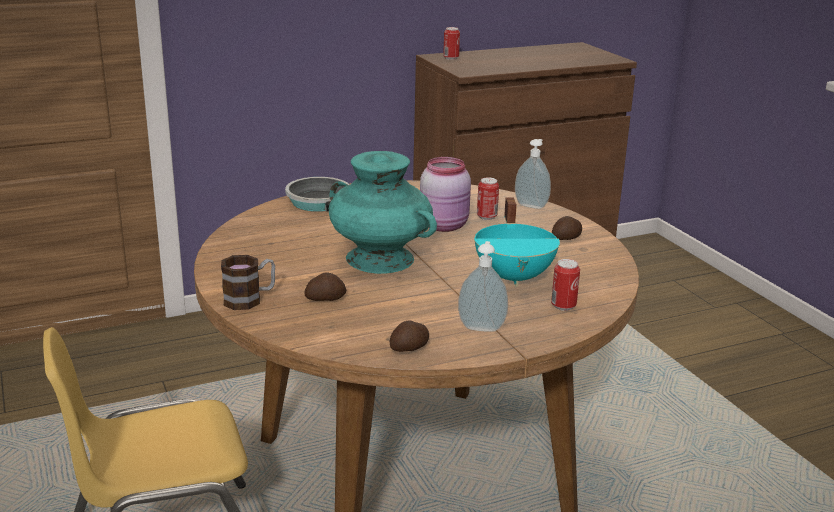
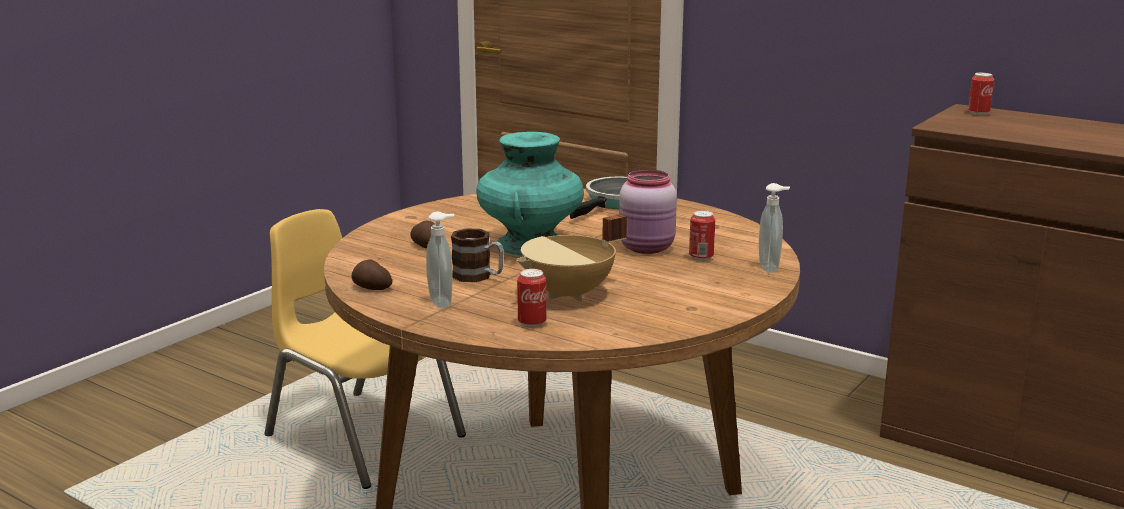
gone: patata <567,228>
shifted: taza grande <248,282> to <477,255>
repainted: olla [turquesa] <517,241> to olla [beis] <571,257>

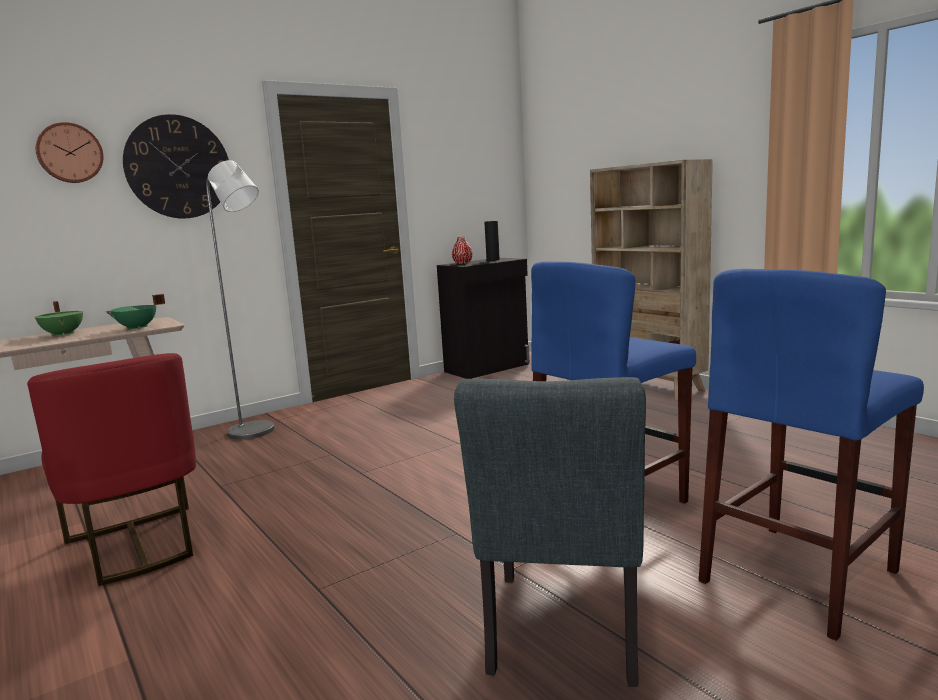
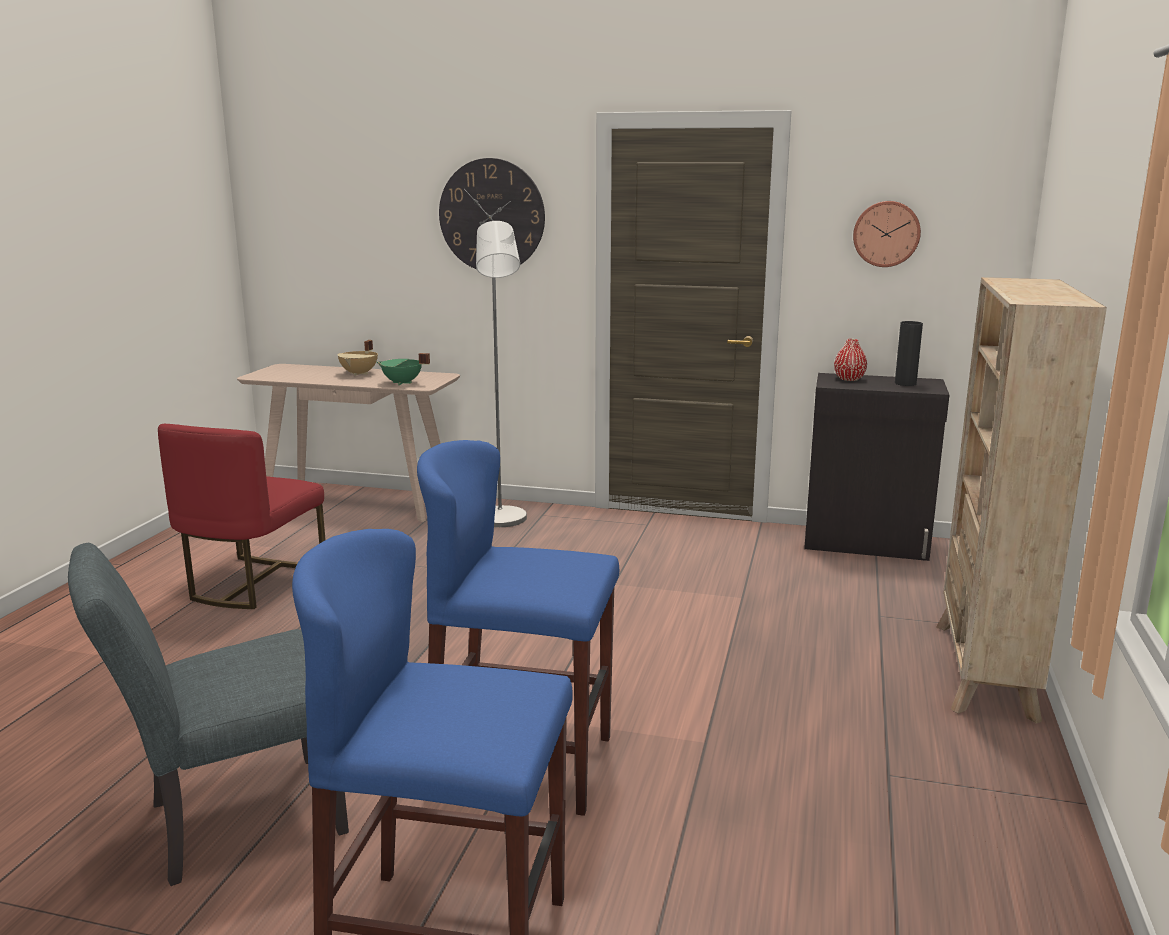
shifted: reloj de pared <69,152> to <887,234>
repainted: olla [verde] <59,318> to olla [beis] <358,358>

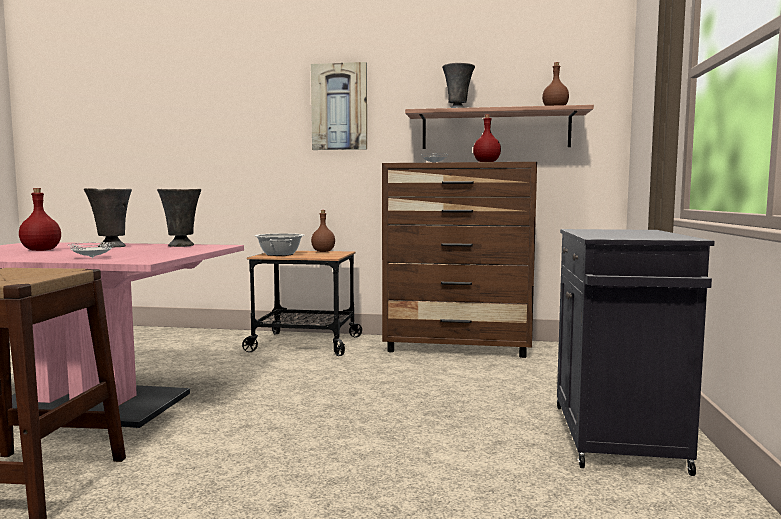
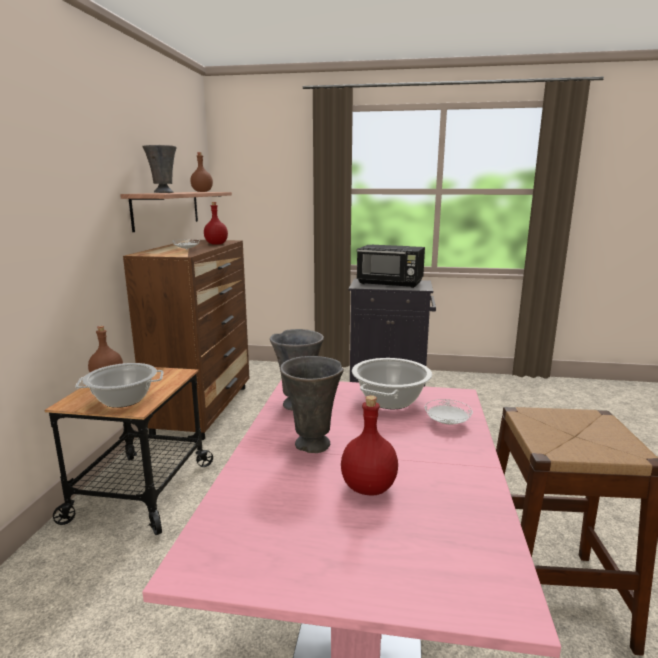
gone: cuadro <339,106>
new: olla <392,383>; microondas [negro] <391,266>

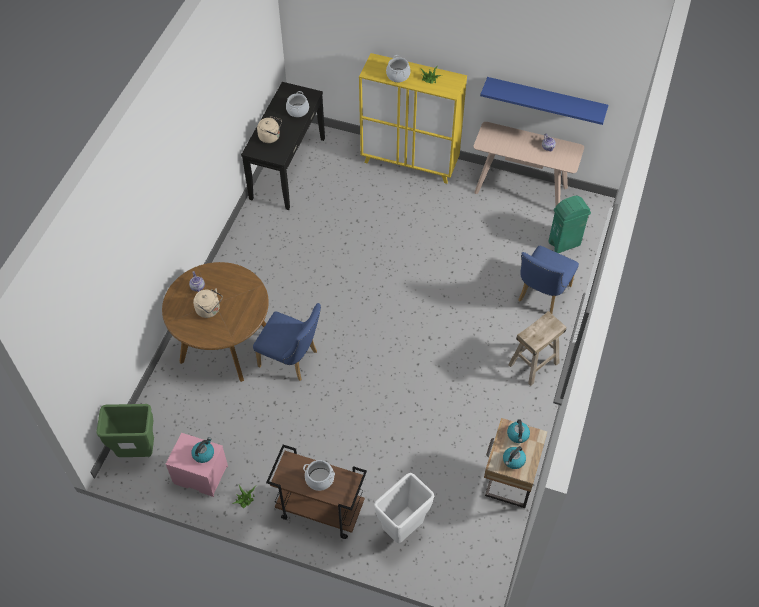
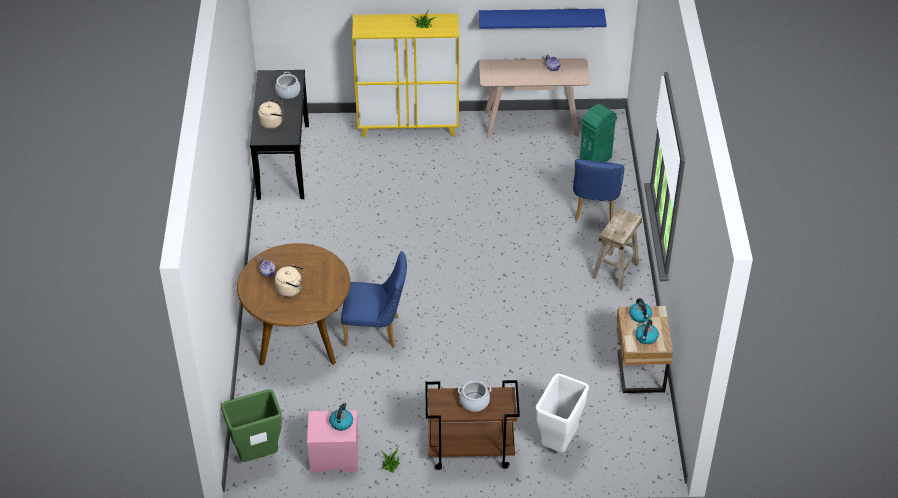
gone: olla <398,68>

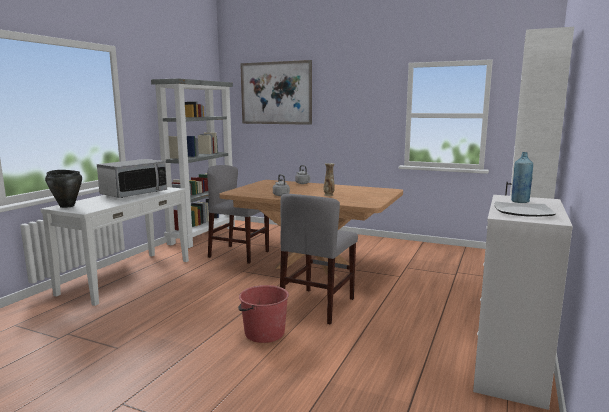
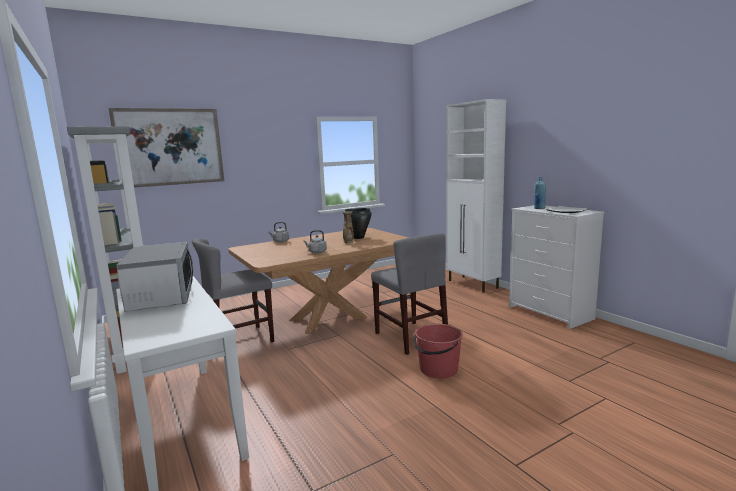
shifted: olla [negro] <63,189> to <358,223>

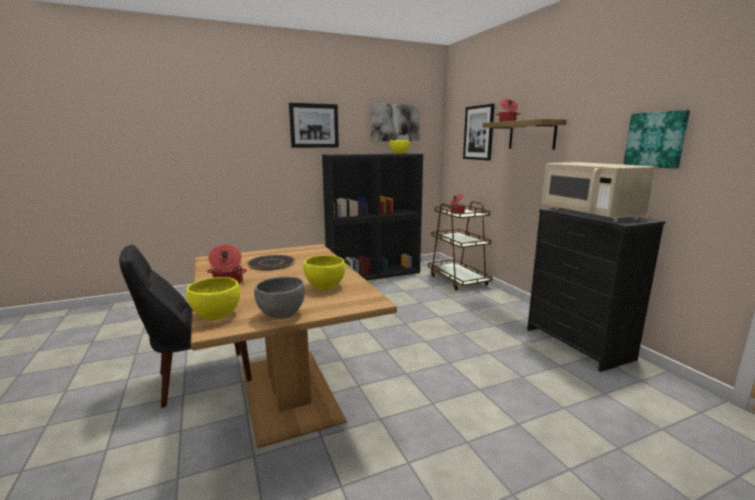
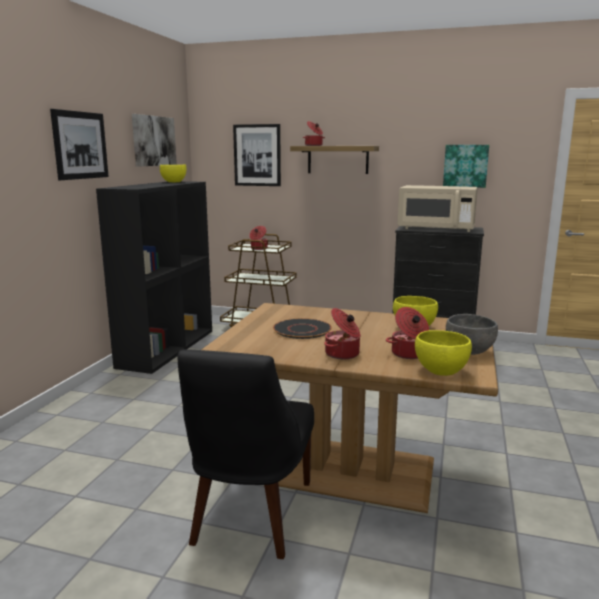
new: olla <407,333>

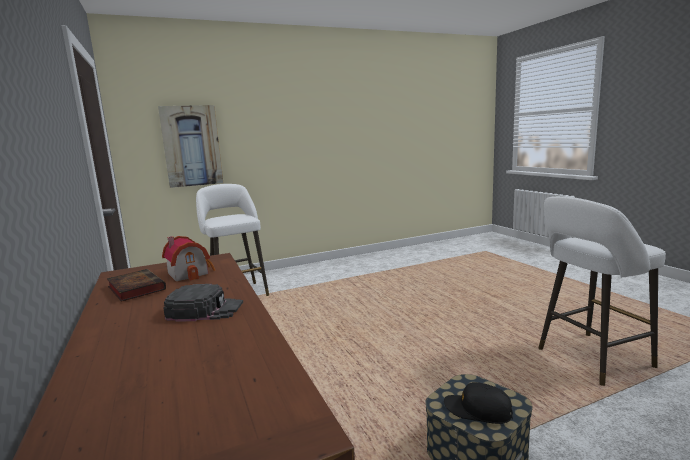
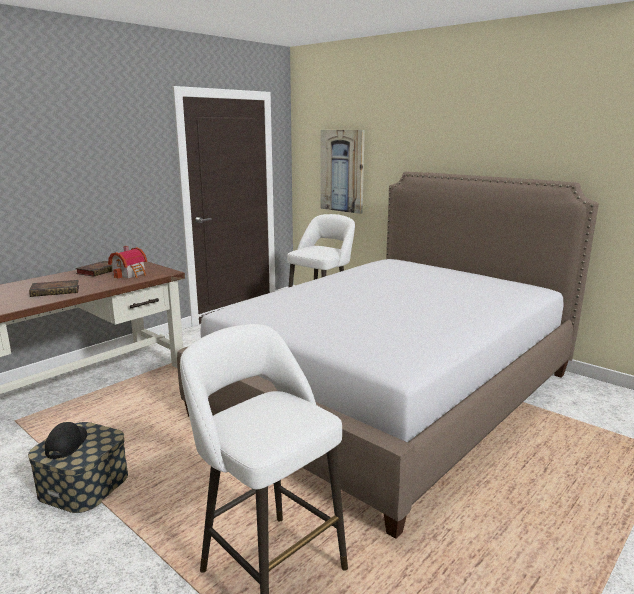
new: cama <388,355>
swapped: gorra [negro] <203,303> to libro <54,288>

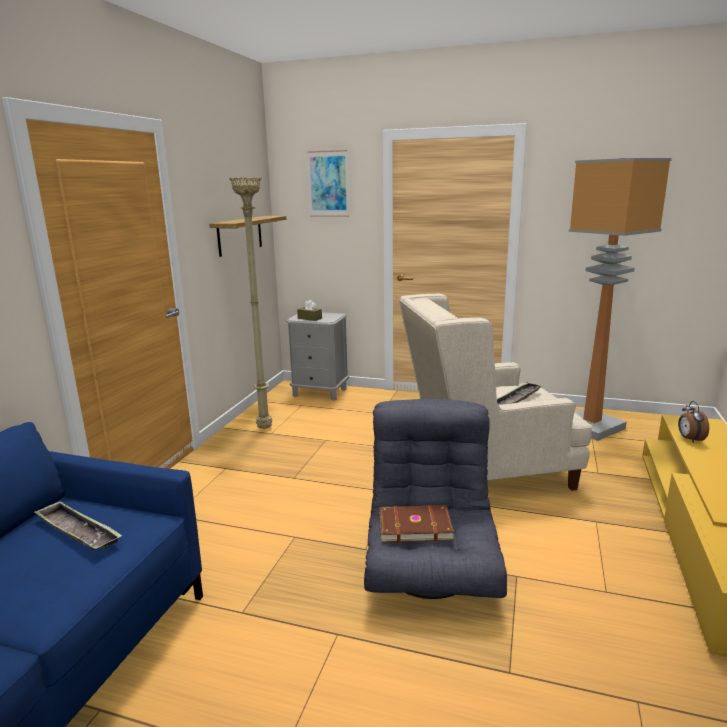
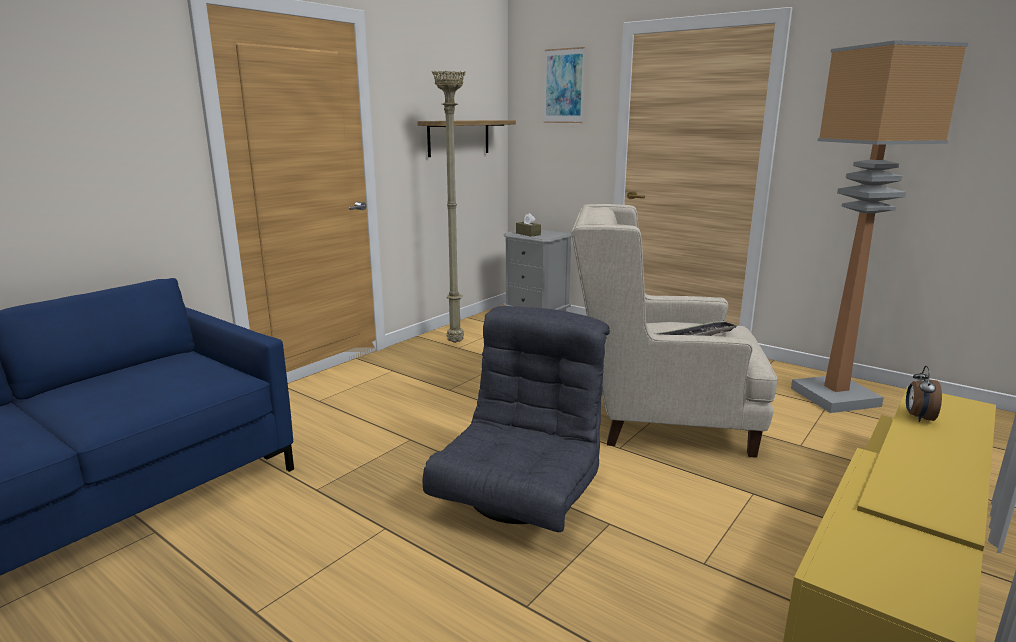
gone: bandeja <78,525>; libro [marrón] <416,524>

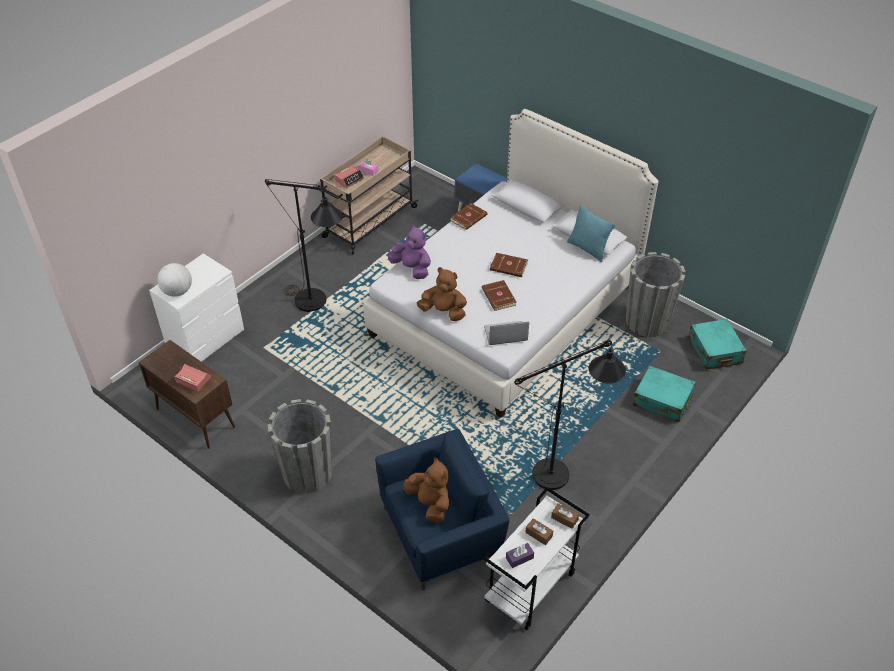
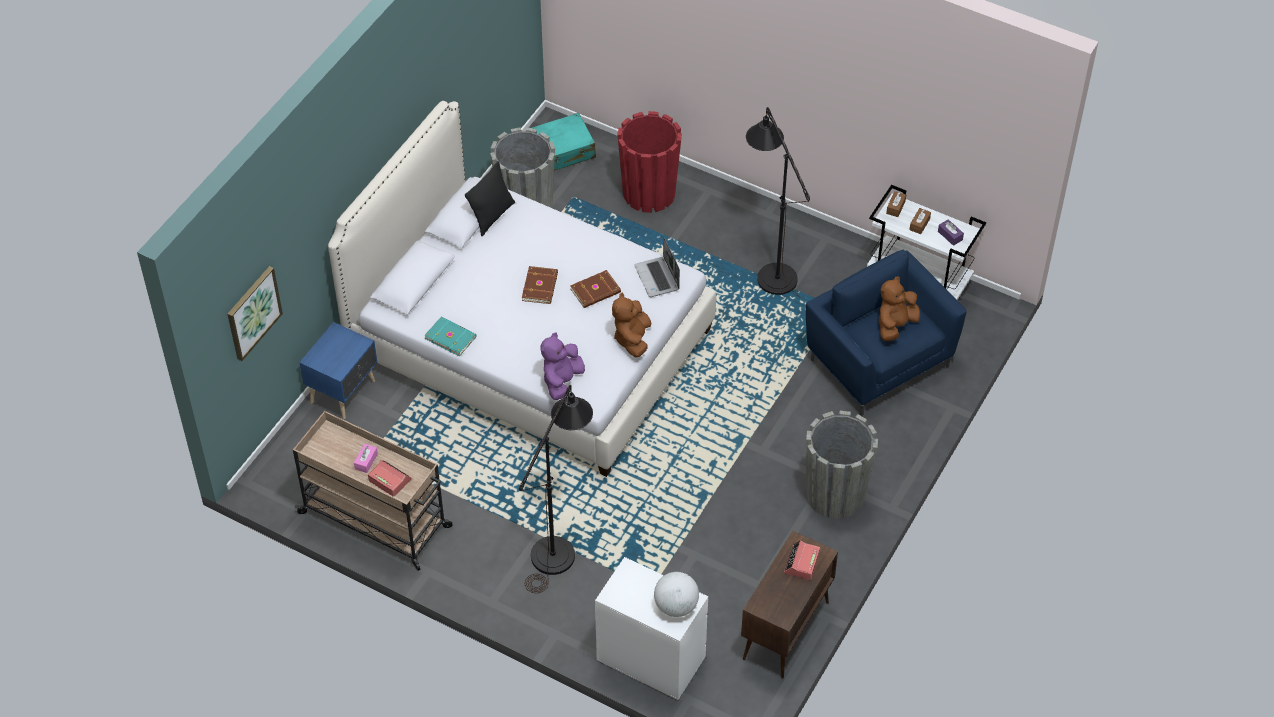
new: cuadro <255,313>
swapped: maleta [turquesa] <664,394> to maceta [rojo] <650,162>
repainted: libro [marrón] <469,216> to libro [turquesa] <451,336>; cojín [turquesa] <591,233> to cojín [negro] <490,198>

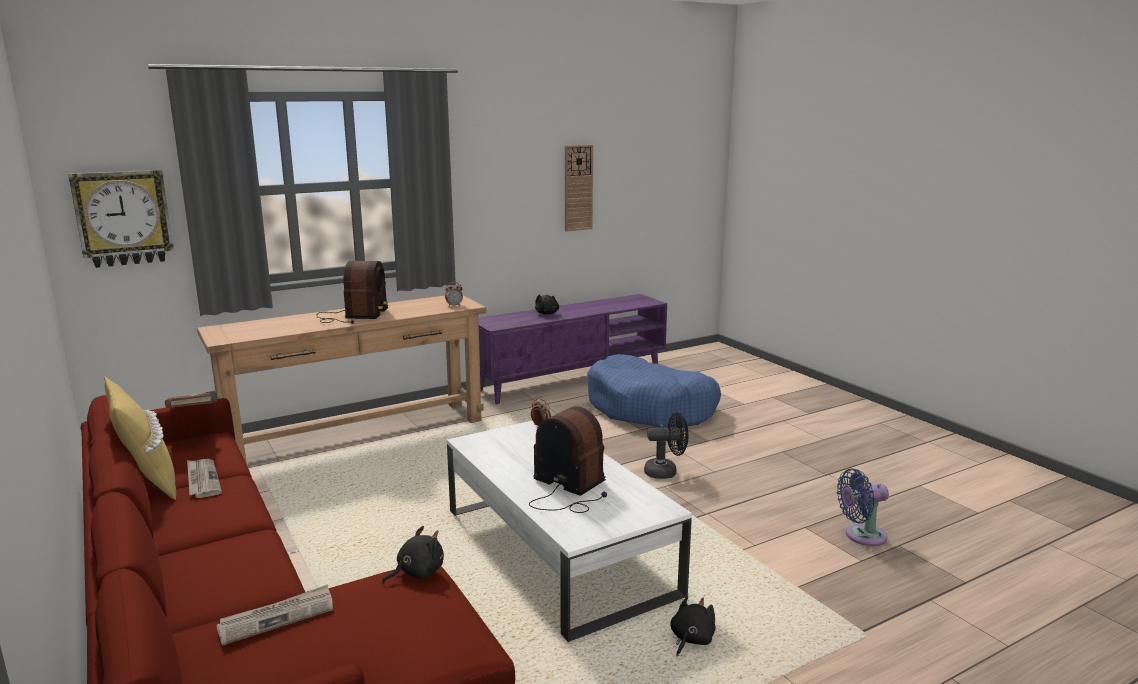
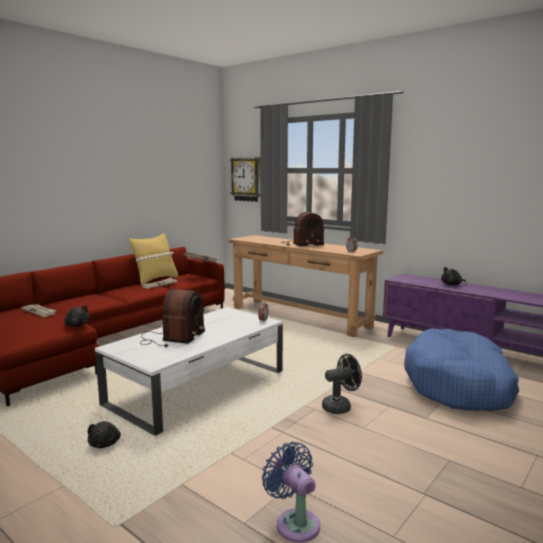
gone: reloj de pared <579,188>
rotated: peluche [negro] <693,626> = <104,434> 75 degrees clockwise; ventilador [negro] <666,446> = <342,384> 90 degrees counterclockwise

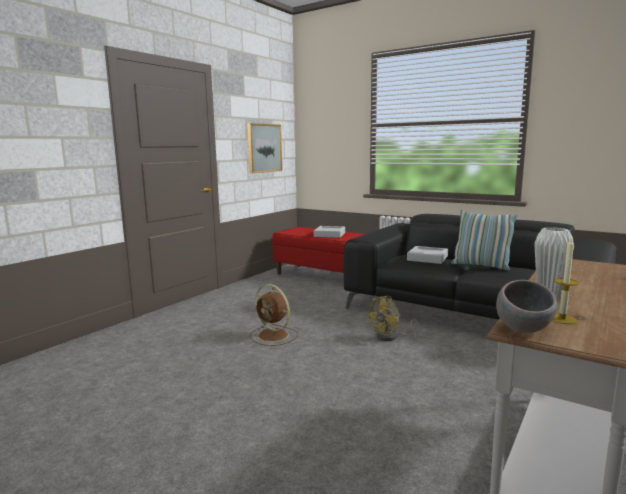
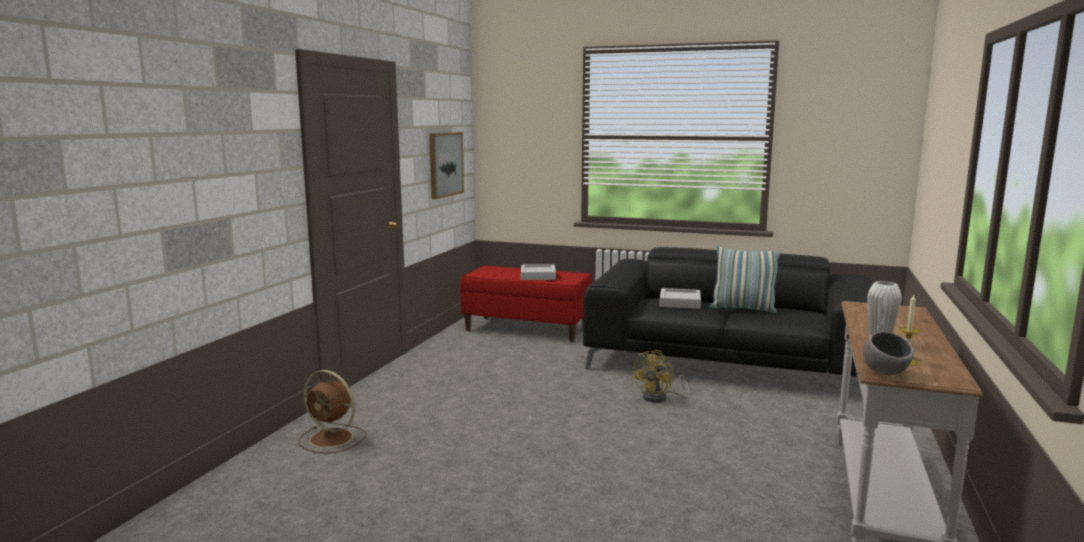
shifted: ventilador [marrón] <274,315> to <332,412>

